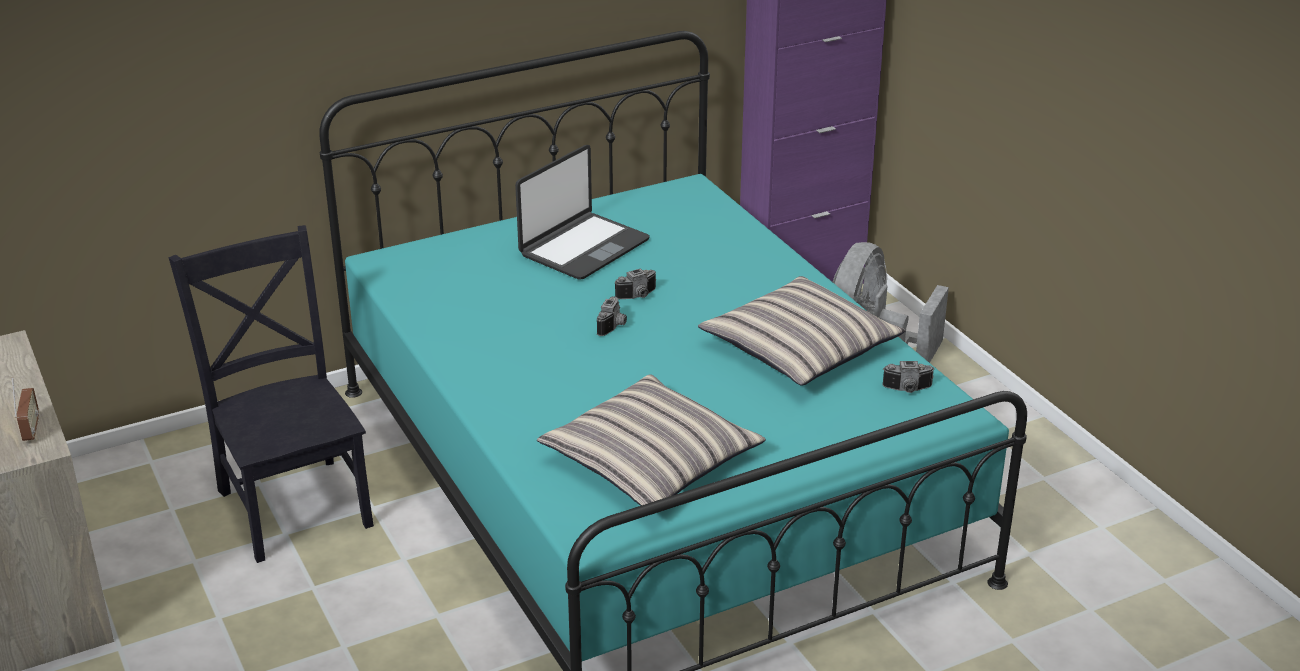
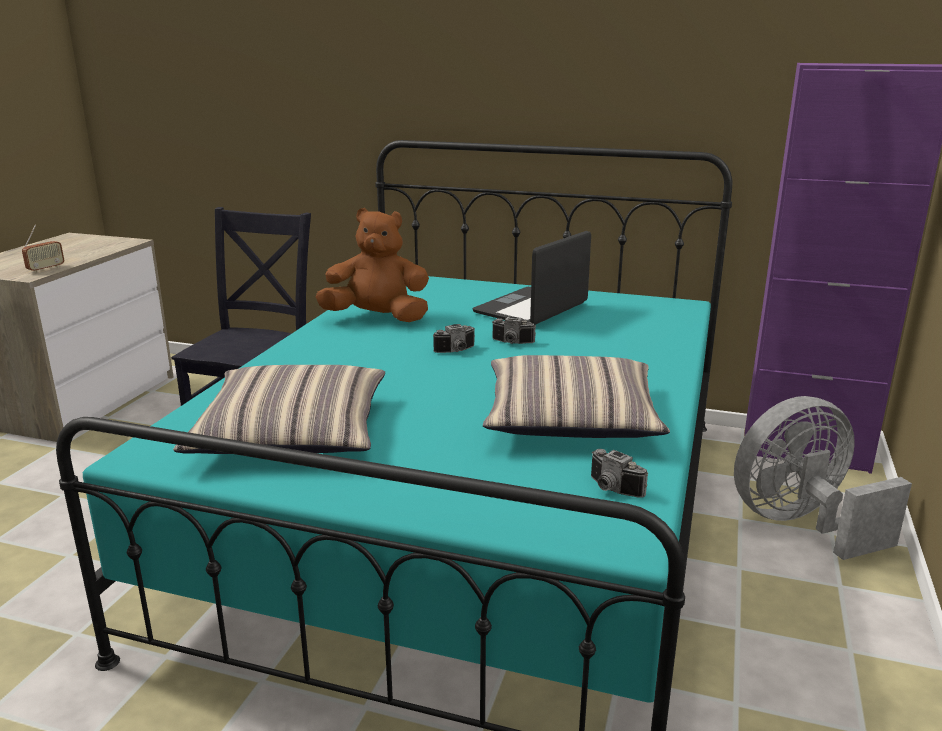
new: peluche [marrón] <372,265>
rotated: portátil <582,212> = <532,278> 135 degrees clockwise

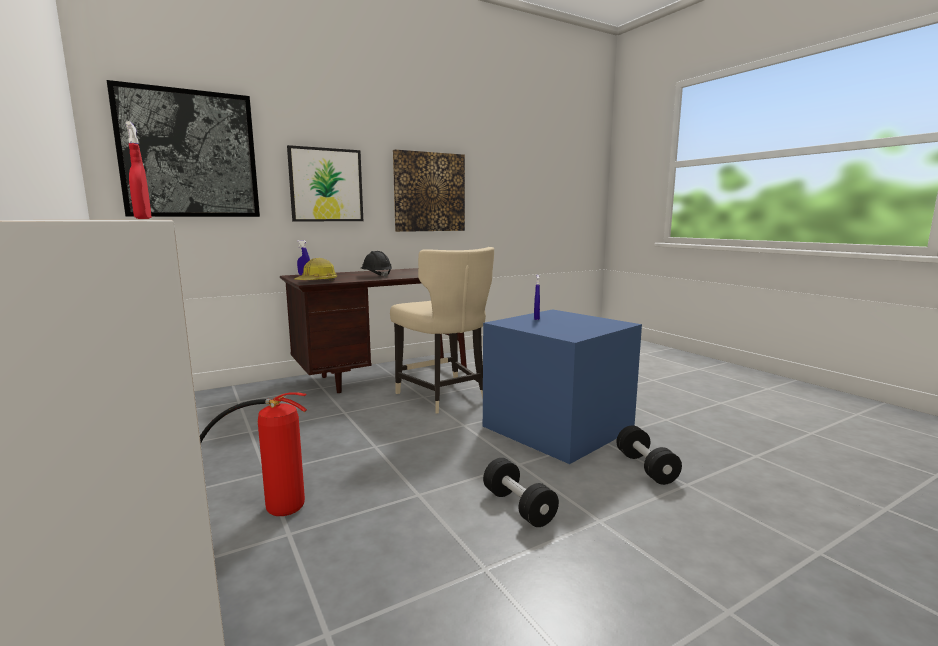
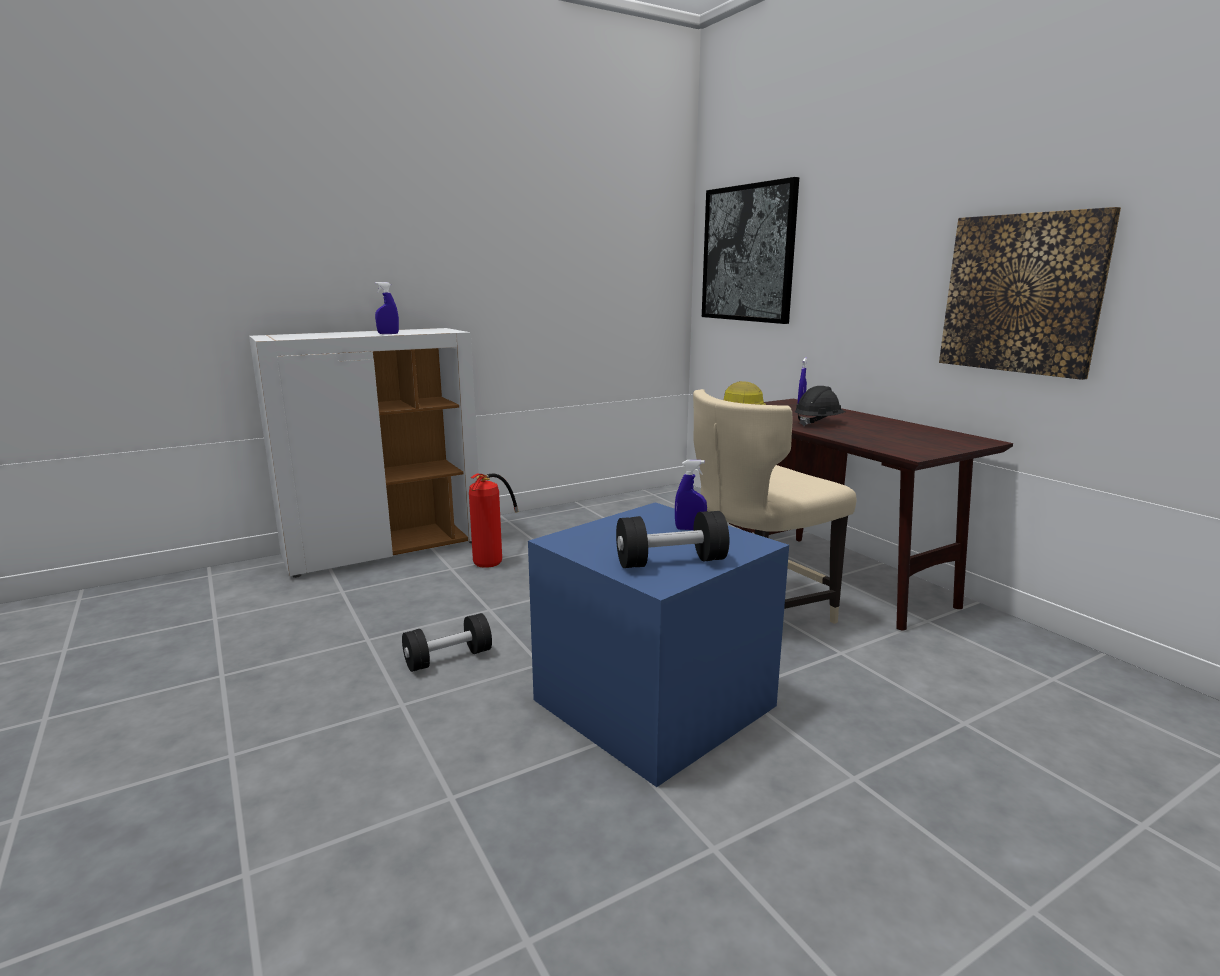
gone: cuadro <325,183>
shifted: mancuerna [negro] <649,455> to <672,539>
repainted: pulverizador [rojo] <138,170> to pulverizador [azul] <387,308>

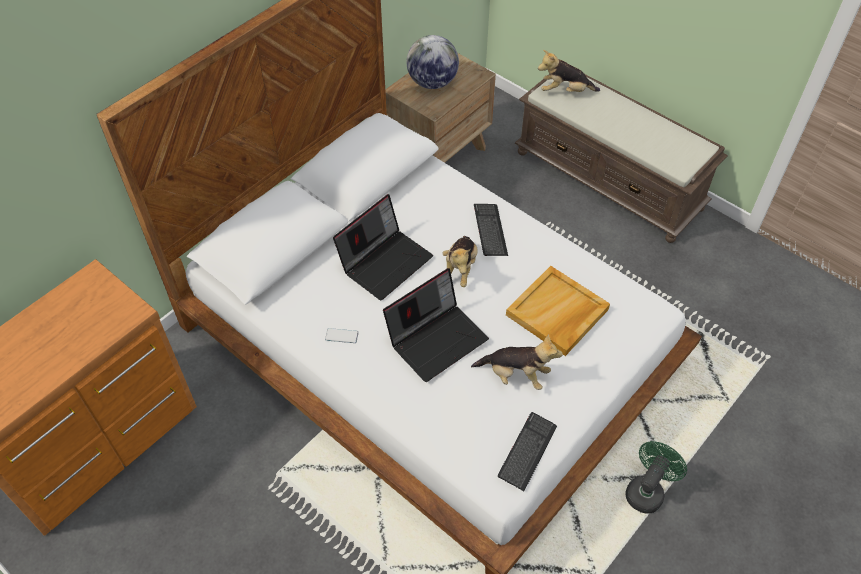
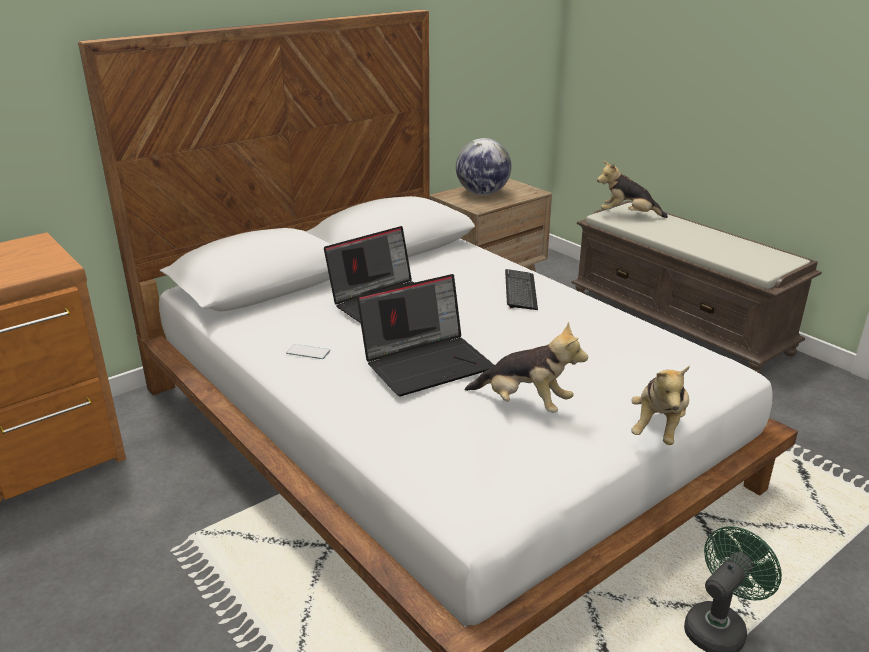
gone: teclado <527,451>; bandeja [beis] <558,311>
shifted: peluche <460,261> to <660,405>

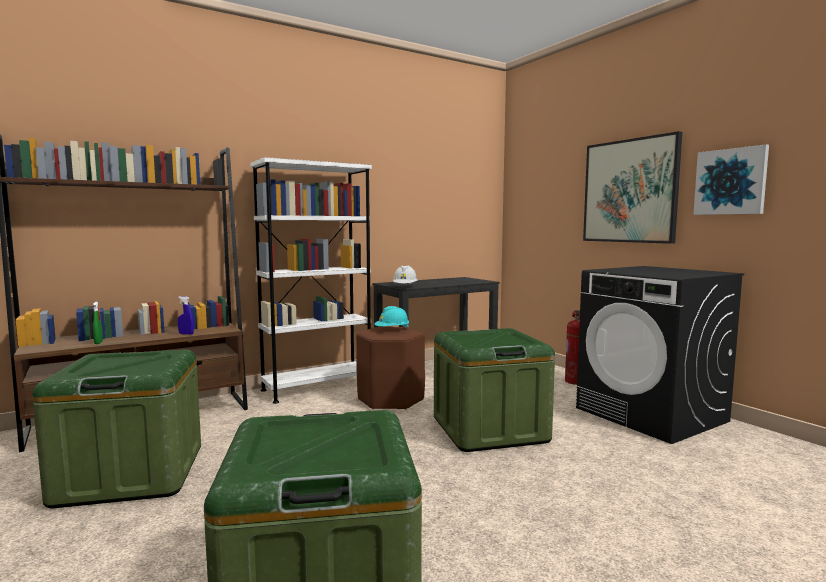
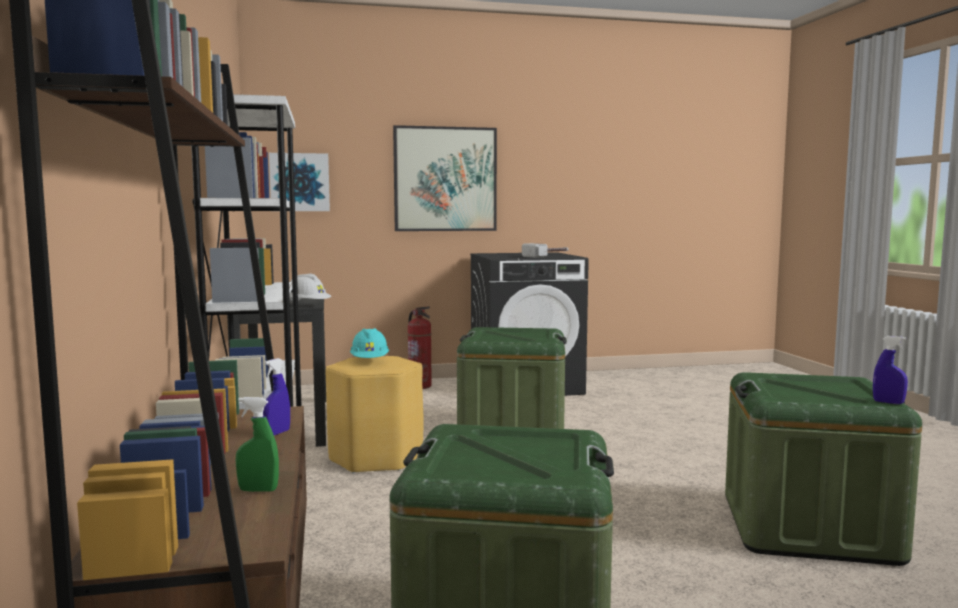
new: martillo <545,250>; pulverizador [azul] <890,370>
shifted: cuadro <731,179> to <299,182>
repainted: taburete [marrón] <390,368> to taburete [amarillo] <374,414>

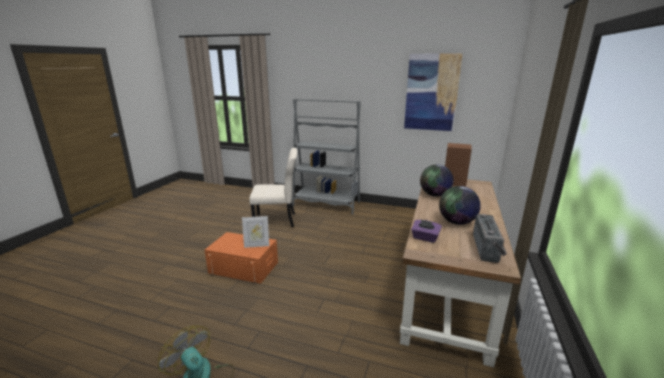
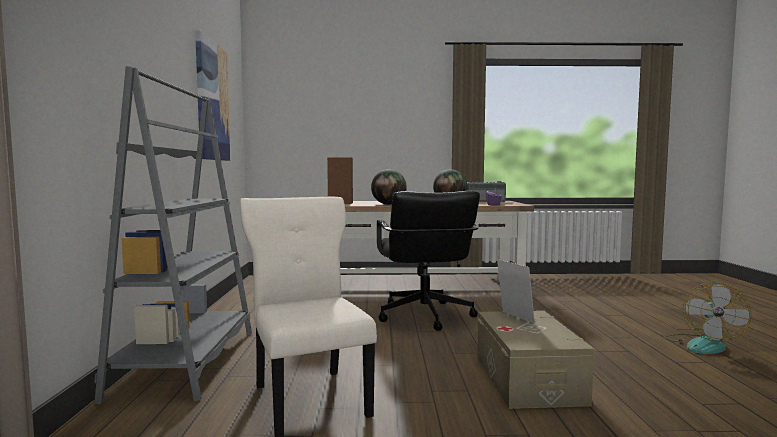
new: silla de oficina [negro] <428,261>
repainted: caja de almacenaje [naranja] <241,258> to caja de almacenaje [beis] <535,360>

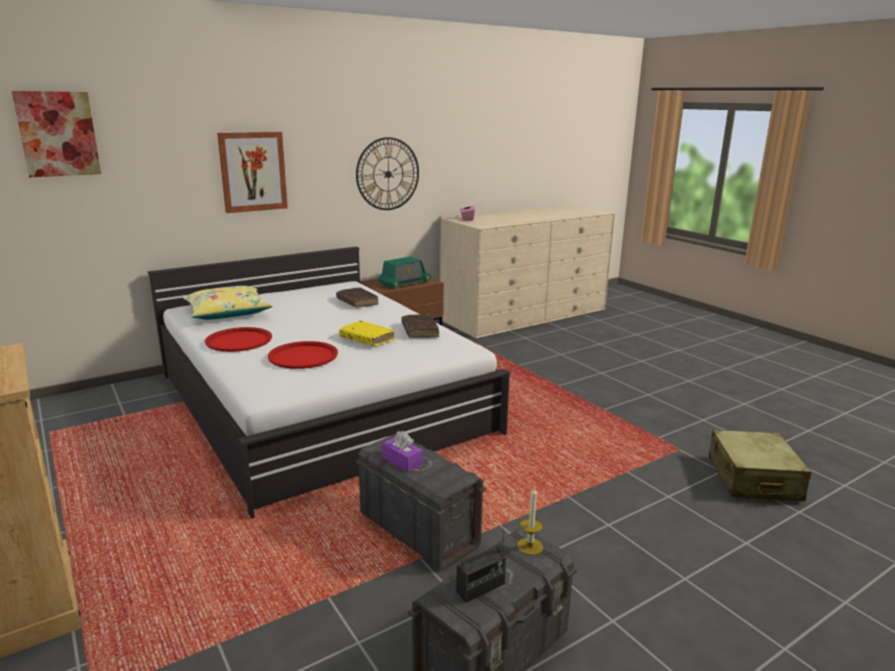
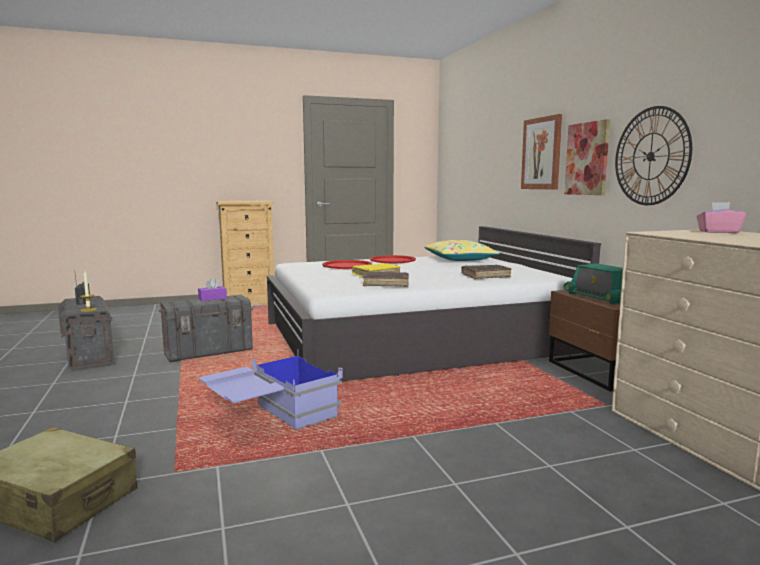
new: caja de almacenaje [azul] <271,389>
shifted: cuadro <56,134> to <587,157>

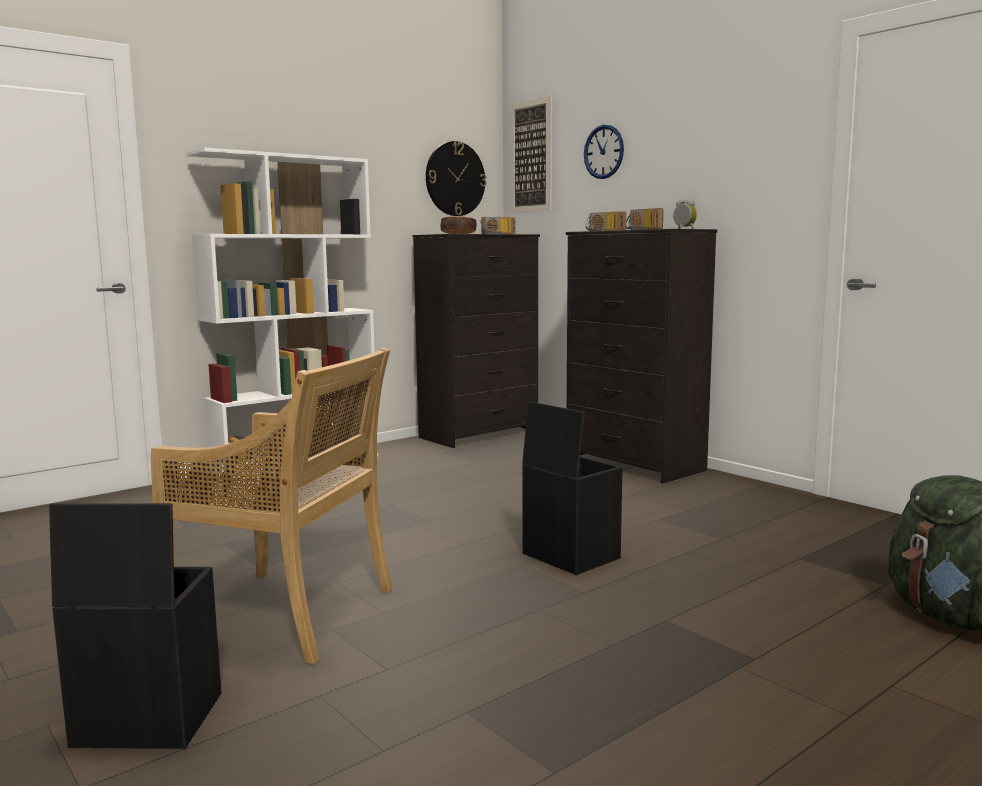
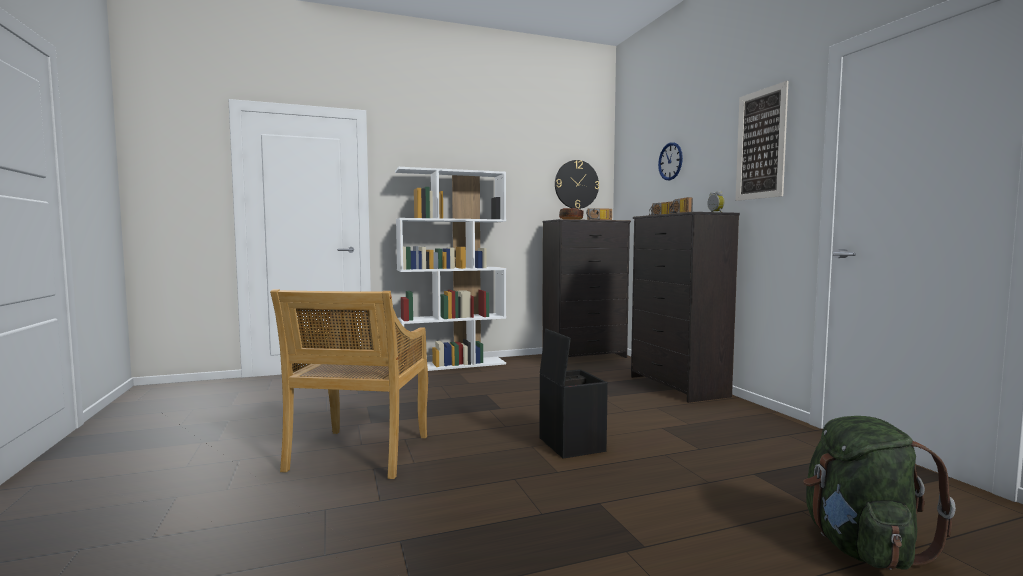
gone: caja de almacenaje [negro] <135,626>
shifted: cuadro <530,154> to <762,141>
rotated: silla [beis] <272,506> = <349,384> 60 degrees clockwise

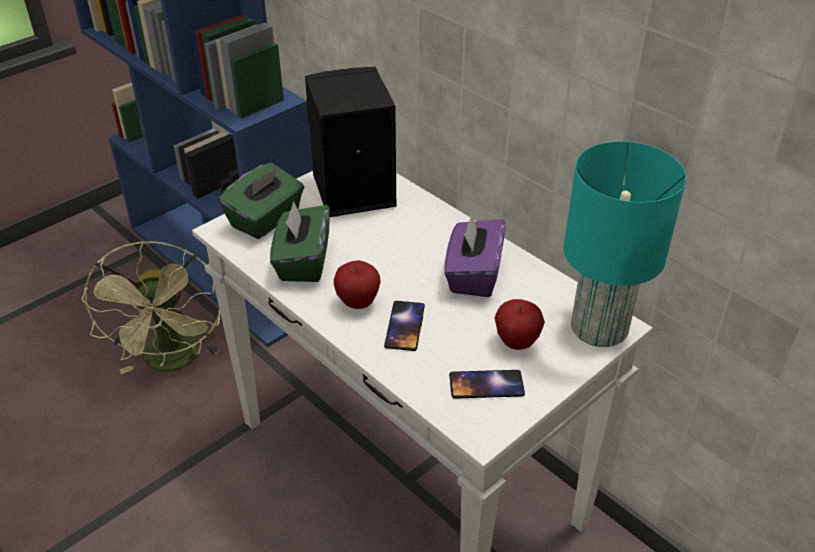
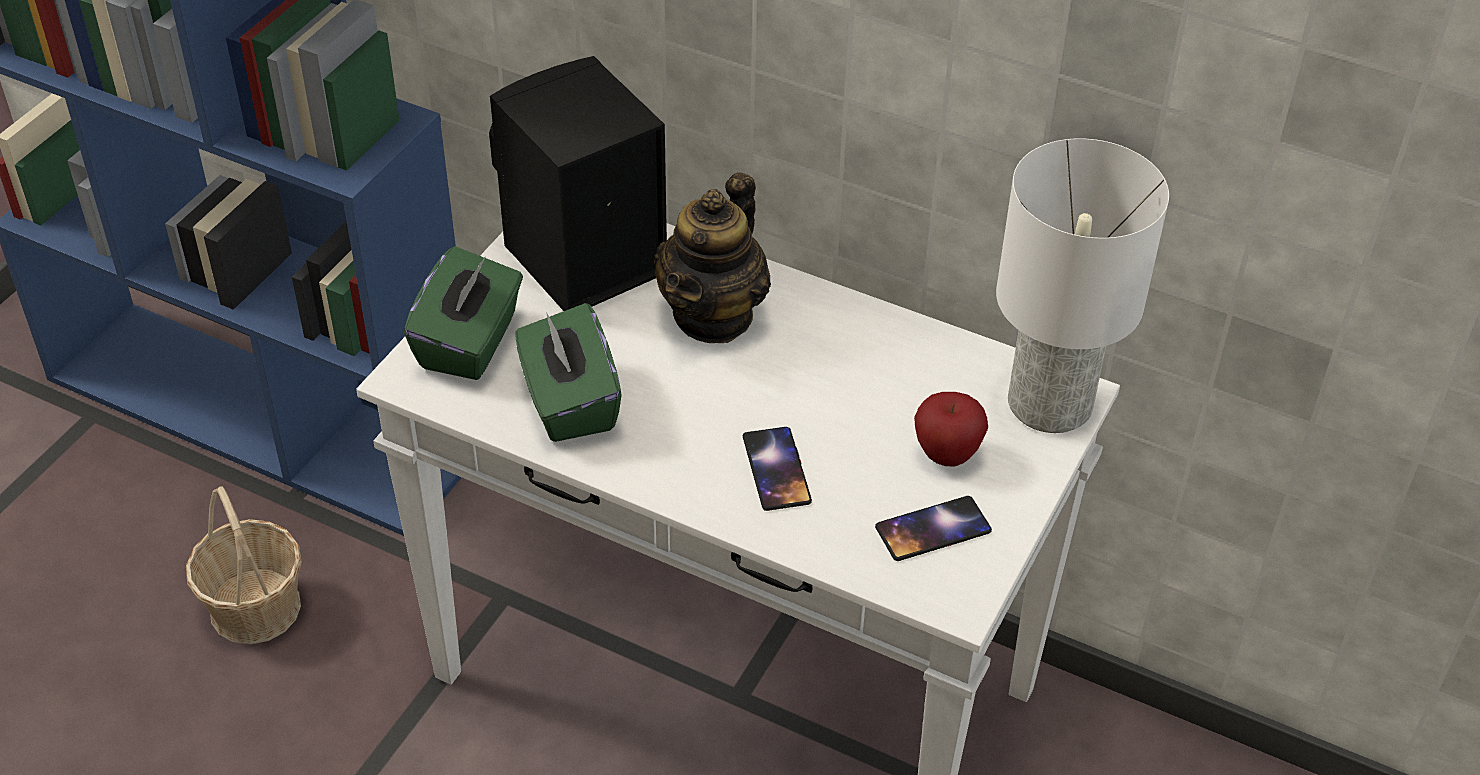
gone: manzana <357,284>; caja de pañuelos [morado] <474,255>
new: tetera <712,257>
swapped: ventilador [verde] <151,307> to cesta <244,566>
repainted: lámpara de mesa [turquesa] <625,244> to lámpara de mesa [blanco] <1082,285>

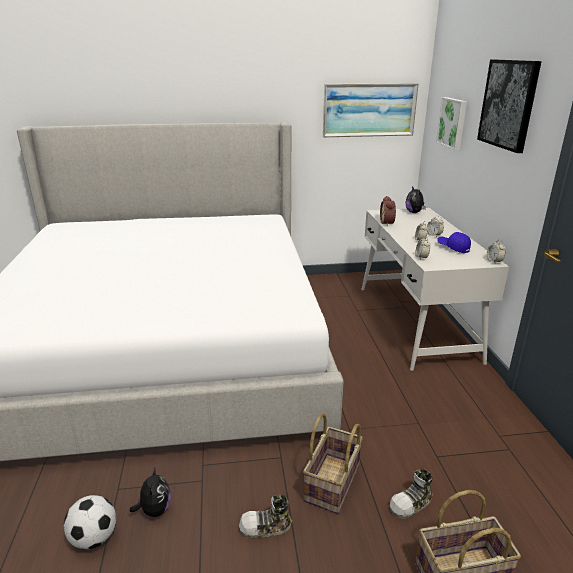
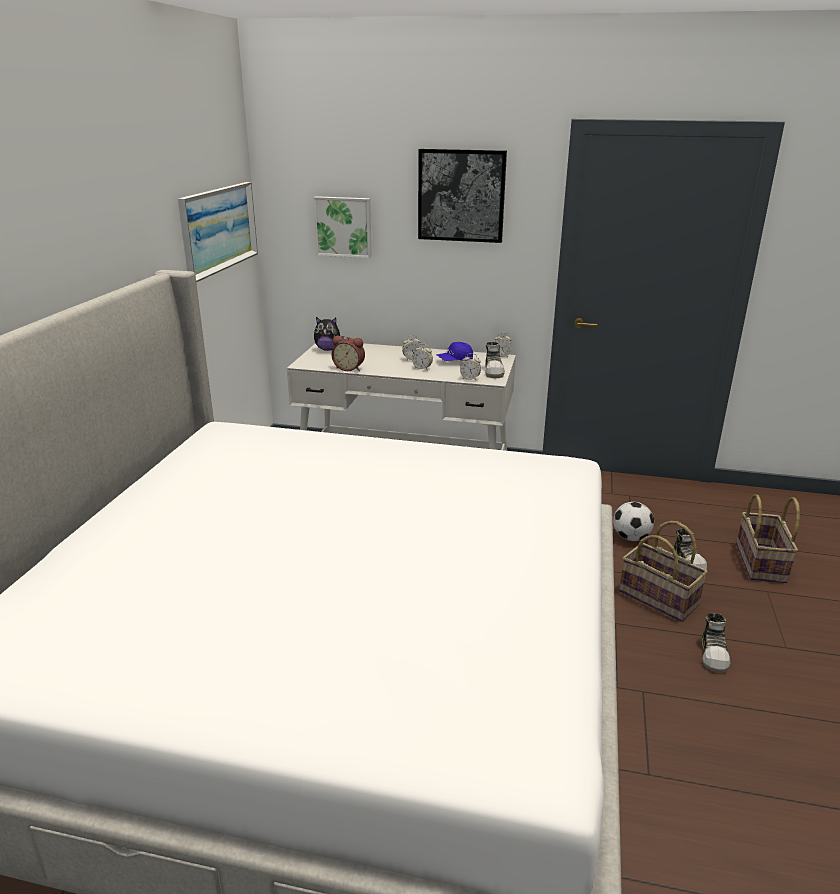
gone: peluche <150,492>
new: zapato <495,360>
shifted: balón de fútbol <90,522> to <633,521>

